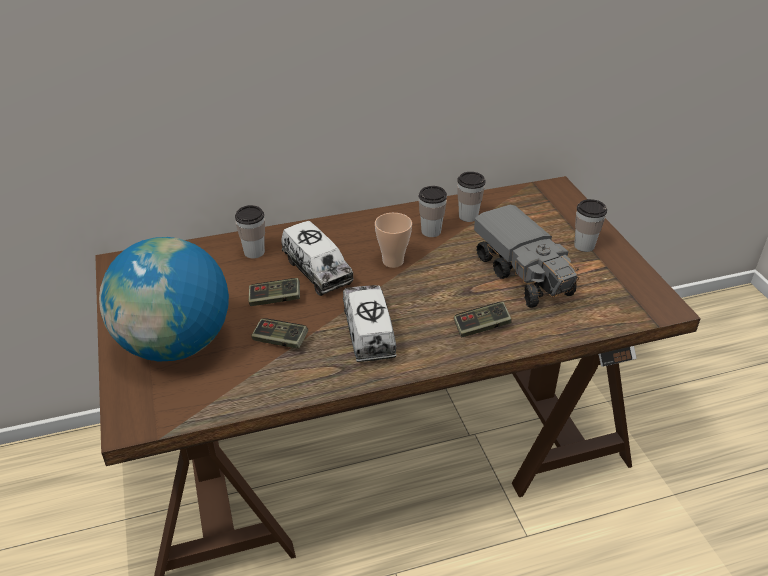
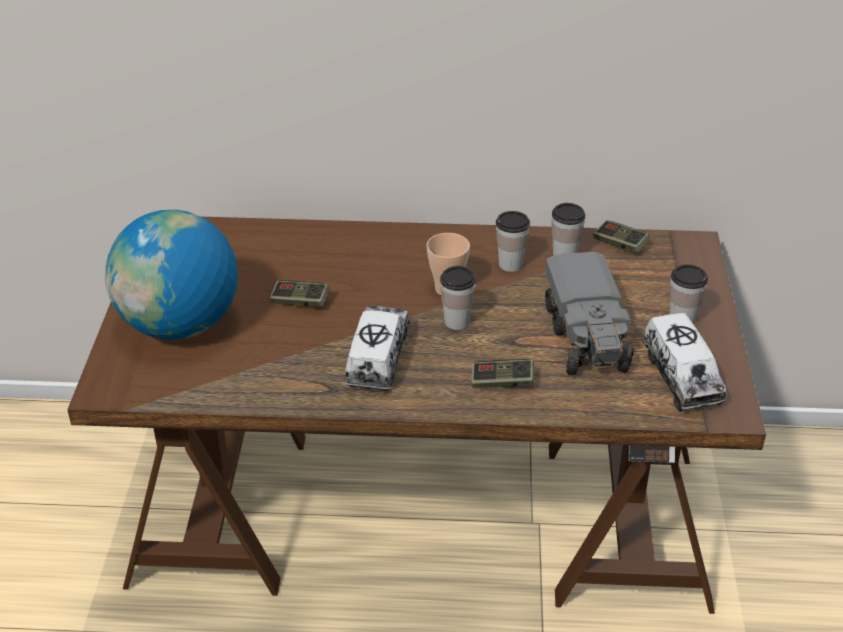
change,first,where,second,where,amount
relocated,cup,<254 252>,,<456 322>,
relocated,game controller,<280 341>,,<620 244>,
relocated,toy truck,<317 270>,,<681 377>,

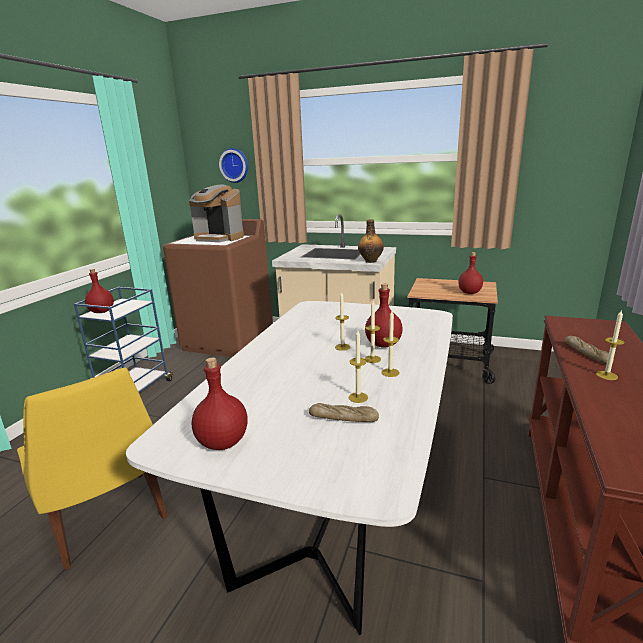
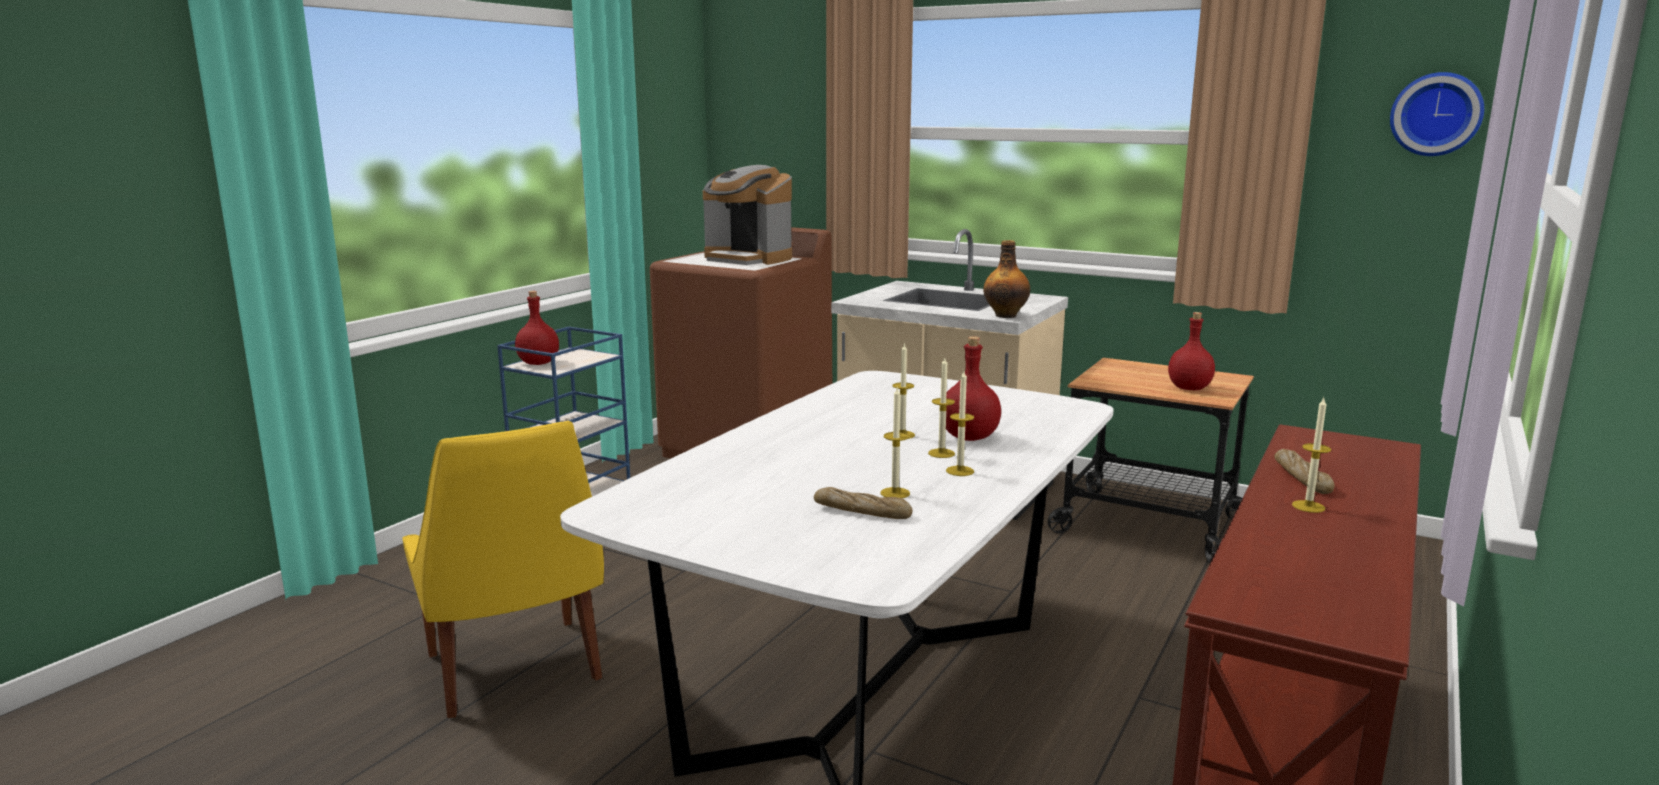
change,first,where,second,where,amount
missing,bottle/red,<222 442>,,,
relocated,wall clock,<235 165>,,<1436 114>,

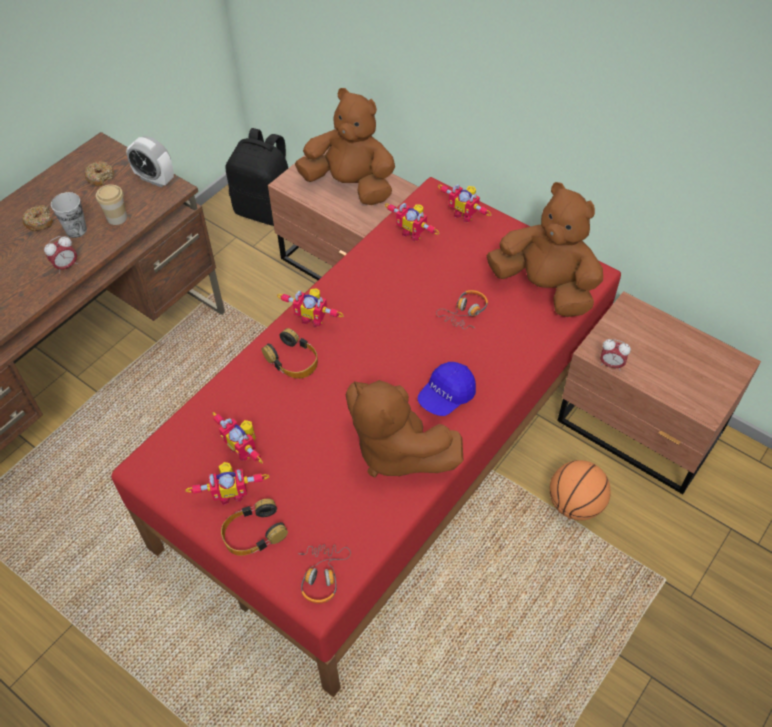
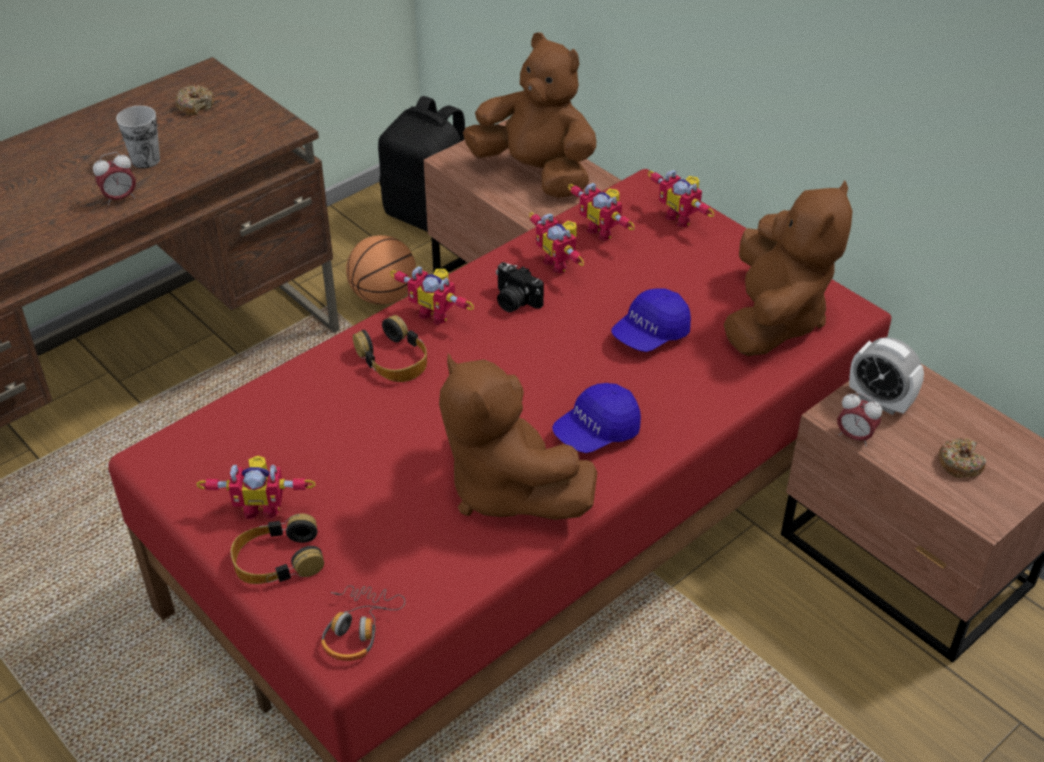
change,first,where,second,where,amount
missing,cup,<117 218>,,,
appeared,,,photo camera,<514 301>,
relocated,donut,<39 222>,,<960 463>,
relocated,alarm clock,<155 179>,,<879 400>,
relocated,toy robot,<244 449>,,<560 263>,
relocated,basketball,<575 504>,,<383 296>,
exchanged,headphones,<465 313>,cap/blue,<650 334>,
spun,plush toy/brown,<545 288>,,<774 319>,60 degrees clockwise

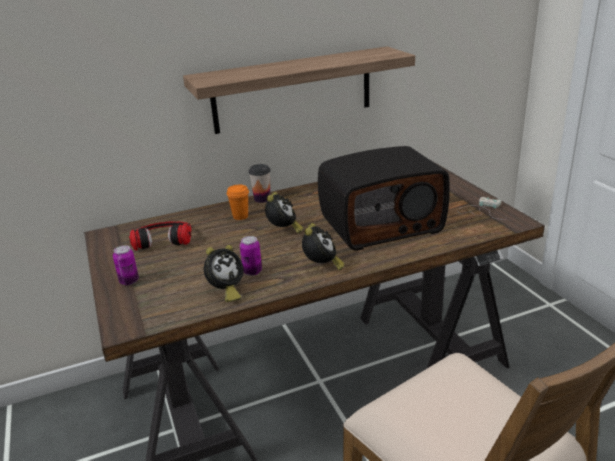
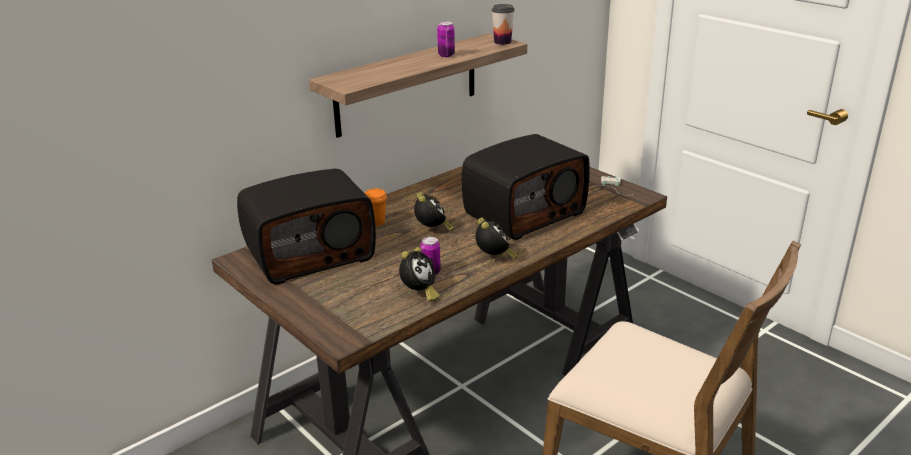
change,first,where,second,where,amount
relocated,can,<129 281>,,<446 55>,
relocated,cup,<262 199>,,<502 42>,
exchanged,headphones,<163 238>,radio,<310 254>,

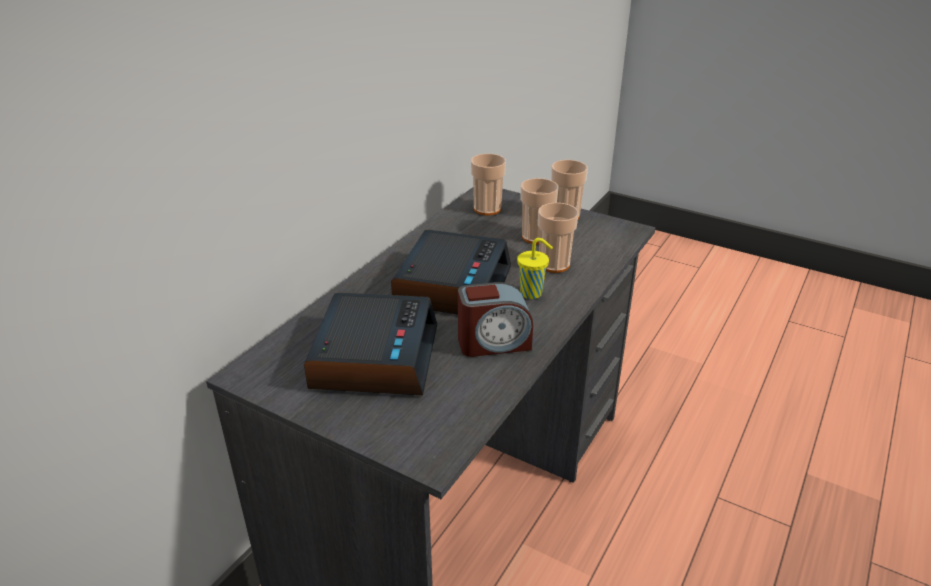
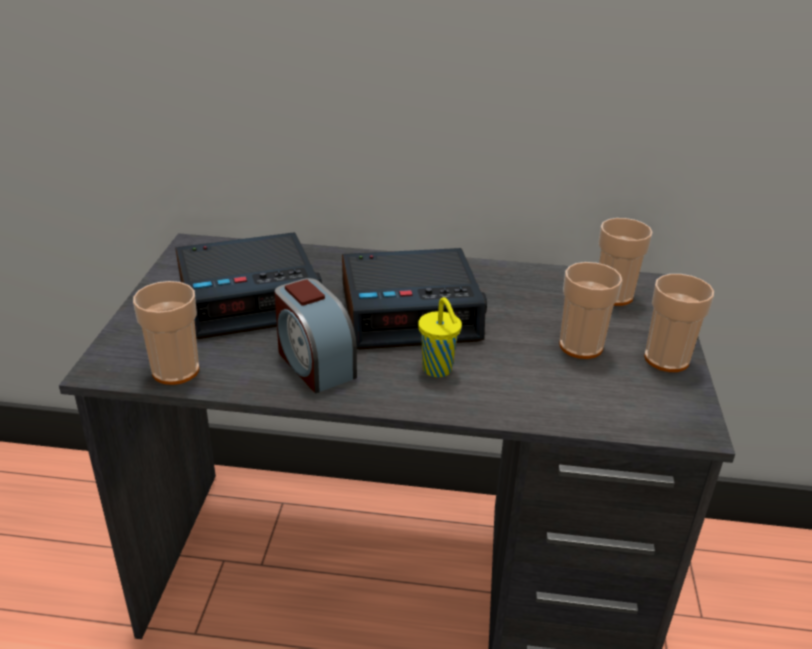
change,first,where,second,where,amount
relocated,cup,<554 264>,,<176 371>,

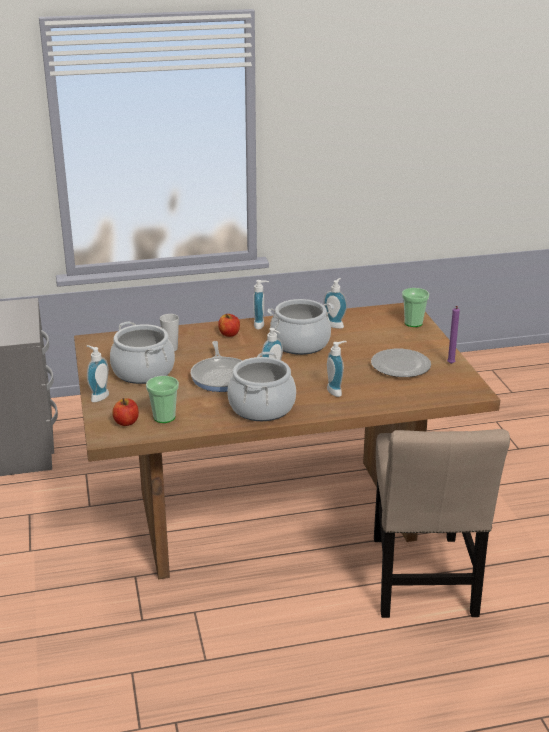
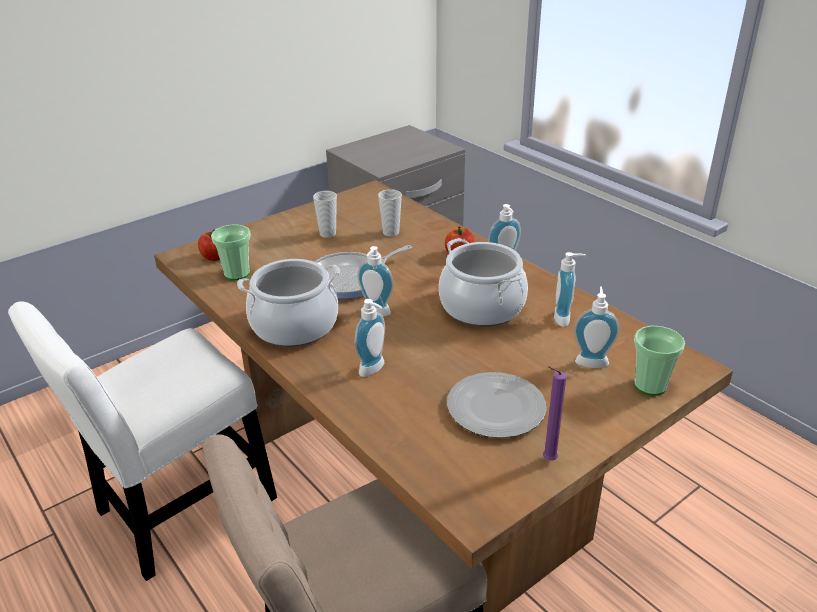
change,first,where,second,where,amount
appeared,,,chair/white,<179 511>,
relocated,soap dispenser,<98 396>,,<591 360>,
exchanged,cooking pot,<143 371>,cup,<328 234>,

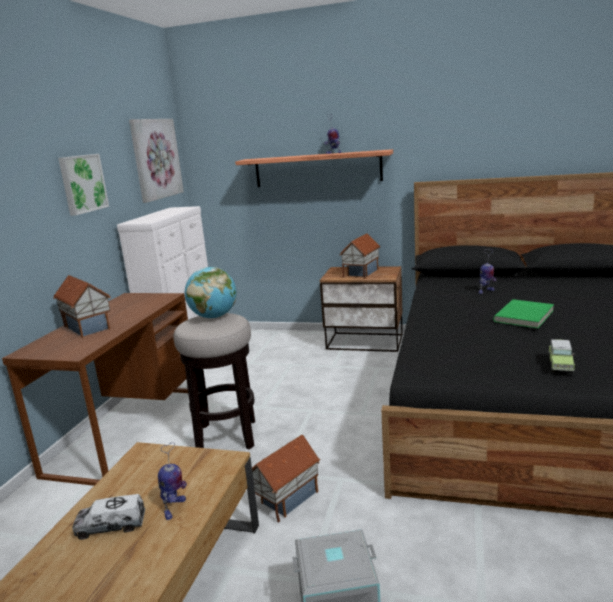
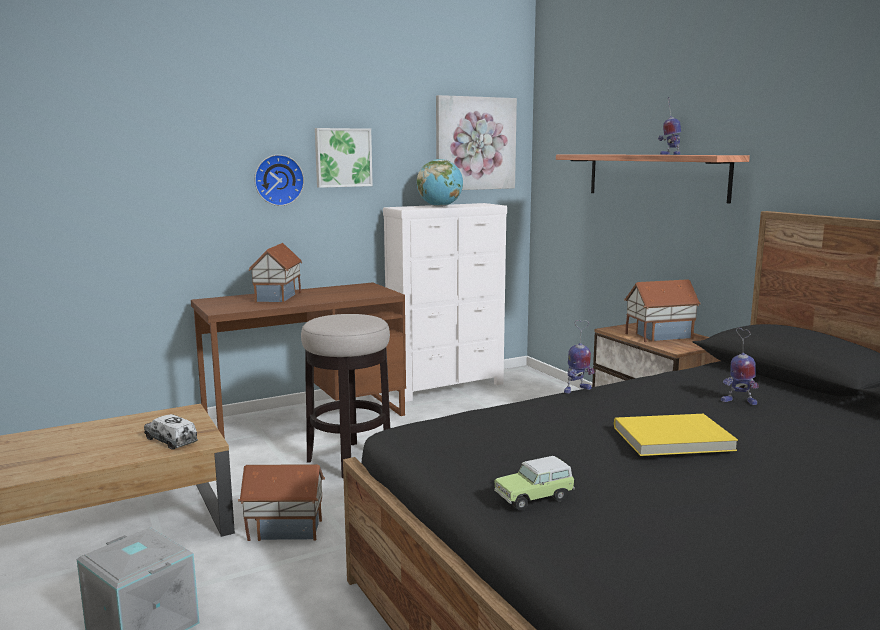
change,first,where,second,where,amount
appeared,,,wall clock,<278 180>,
relocated,toy truck,<111 526>,,<171 440>,
relocated,toy robot,<174 508>,,<576 390>,
relocated,globe,<214 317>,,<440 206>,
colour,book/green,<525 316>,book/yellow,<673 439>,

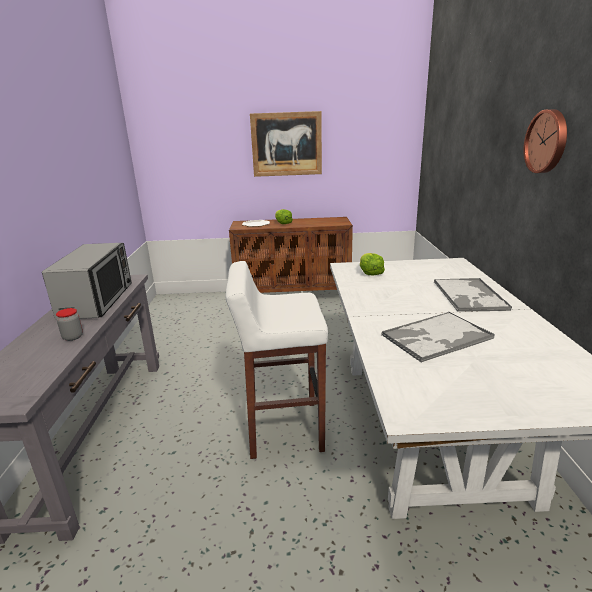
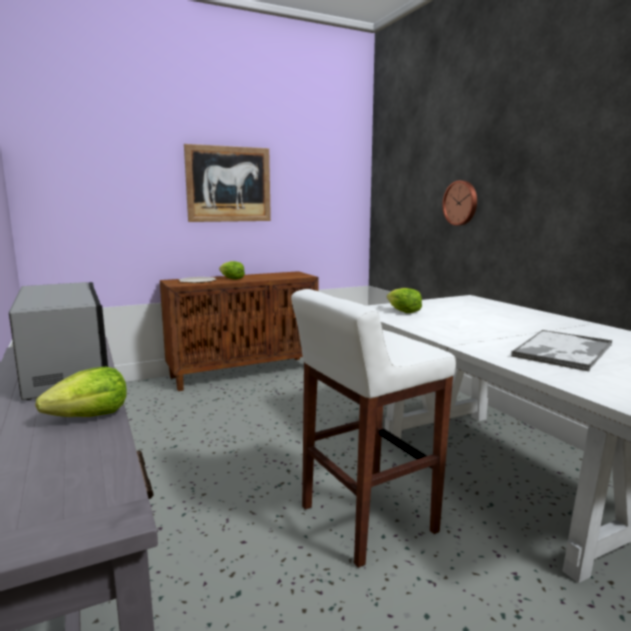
change,first,where,second,where,amount
missing,tray,<469 296>,,,
relocated,wall clock,<547 141>,,<461 203>,
exchanged,jar,<73 337>,lettuce,<90 416>,

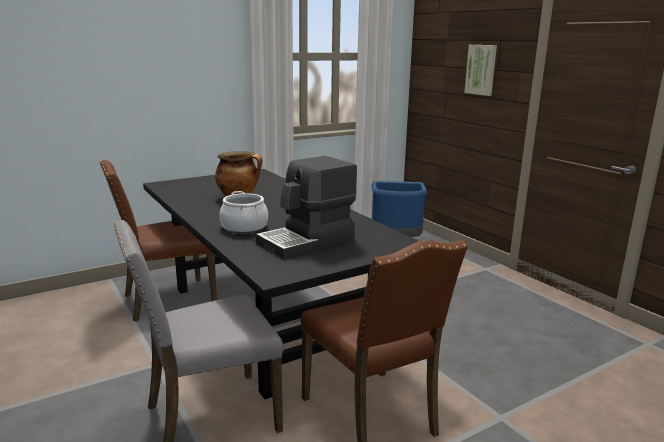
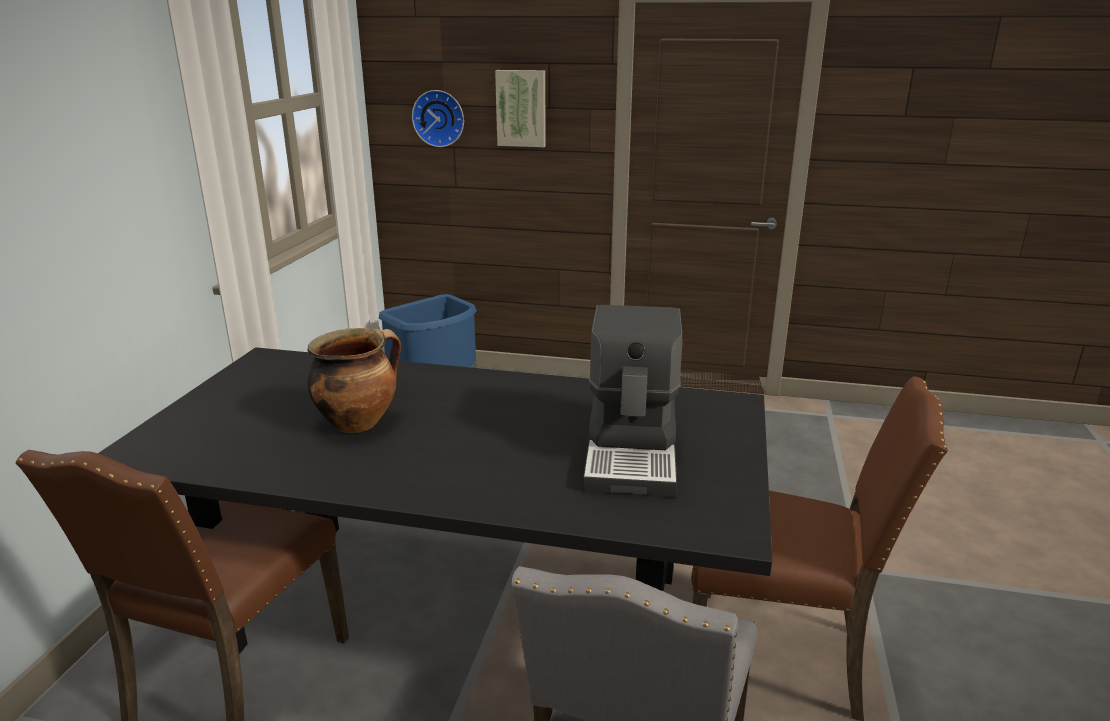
change,first,where,second,where,amount
missing,cooking pot,<244 227>,,,
appeared,,,wall clock,<439 118>,

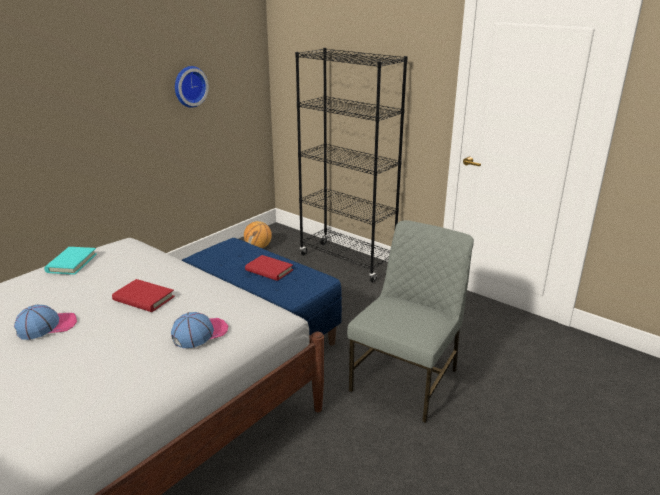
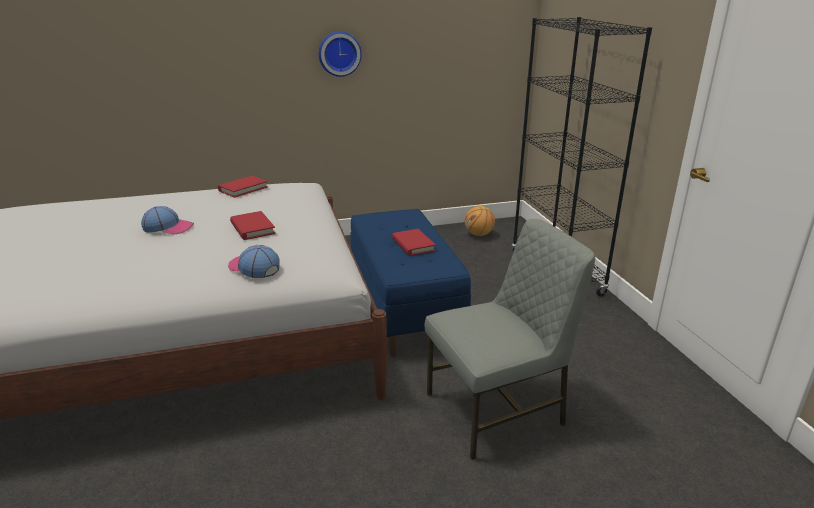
change,first,where,second,where,amount
relocated,wall clock,<189 86>,,<339 53>,
colour,book/turquoise,<71 263>,book/red,<243 189>,
spun,cap,<200 333>,,<254 267>,135 degrees counterclockwise

